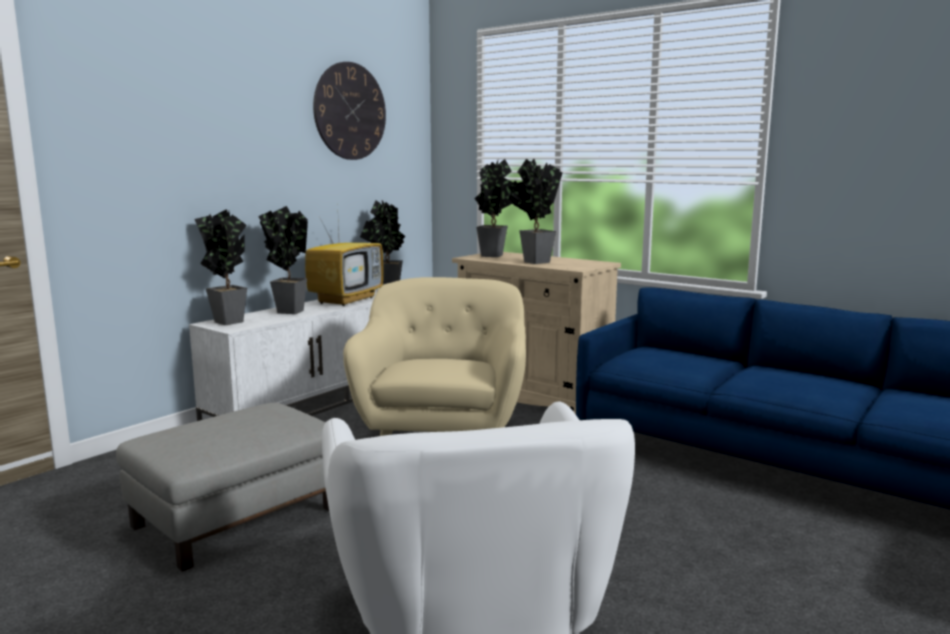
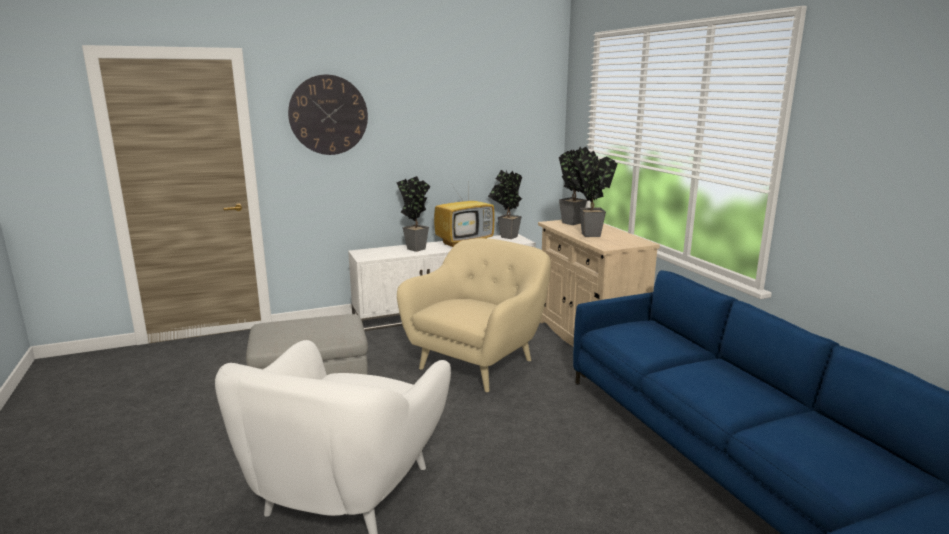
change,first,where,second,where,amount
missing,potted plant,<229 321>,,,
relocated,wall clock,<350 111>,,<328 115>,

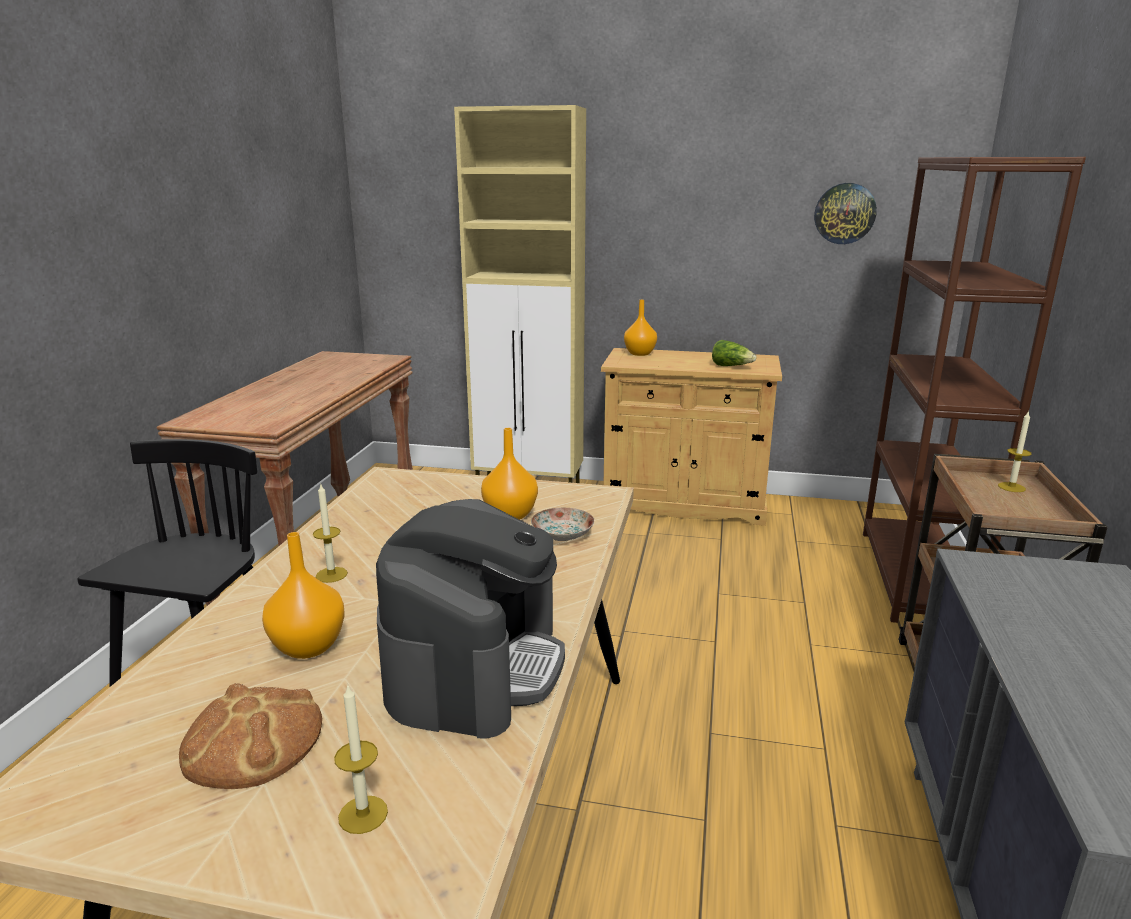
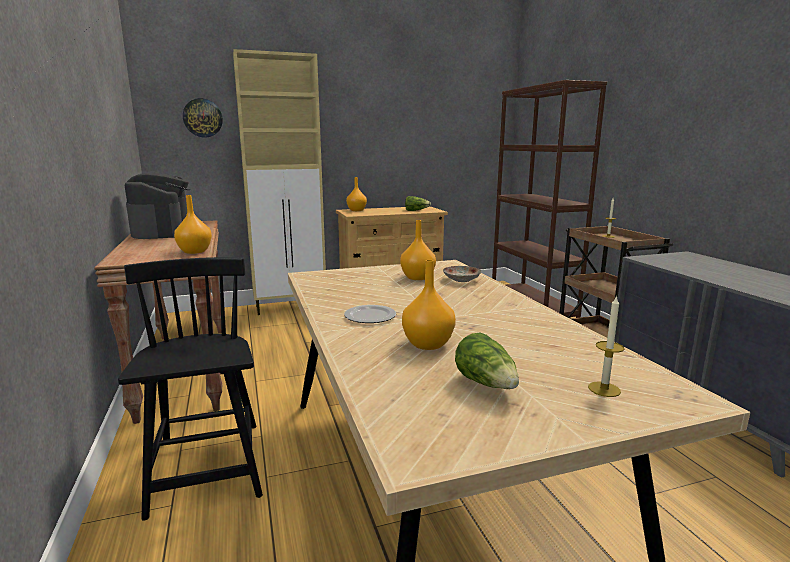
change,first,where,second,where,amount
appeared,,,vase/orange,<194 251>,
relocated,coffee machine,<475 666>,,<163 232>,
relocated,wall clock,<844 213>,,<203 118>,
exchanged,bread,<252 740>,lettuce,<487 384>,
exchanged,candle,<331 575>,plate,<371 316>,

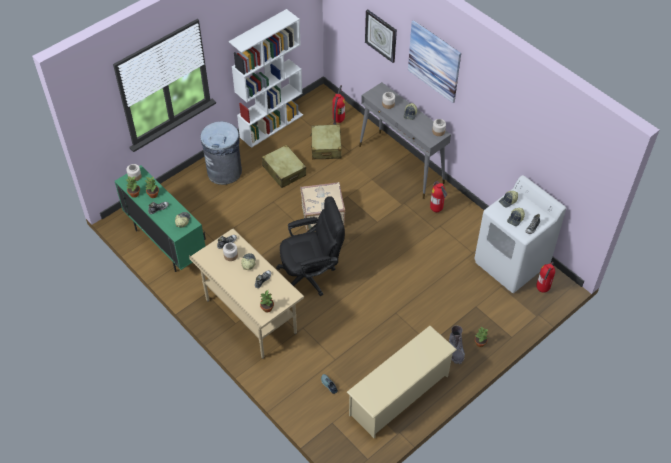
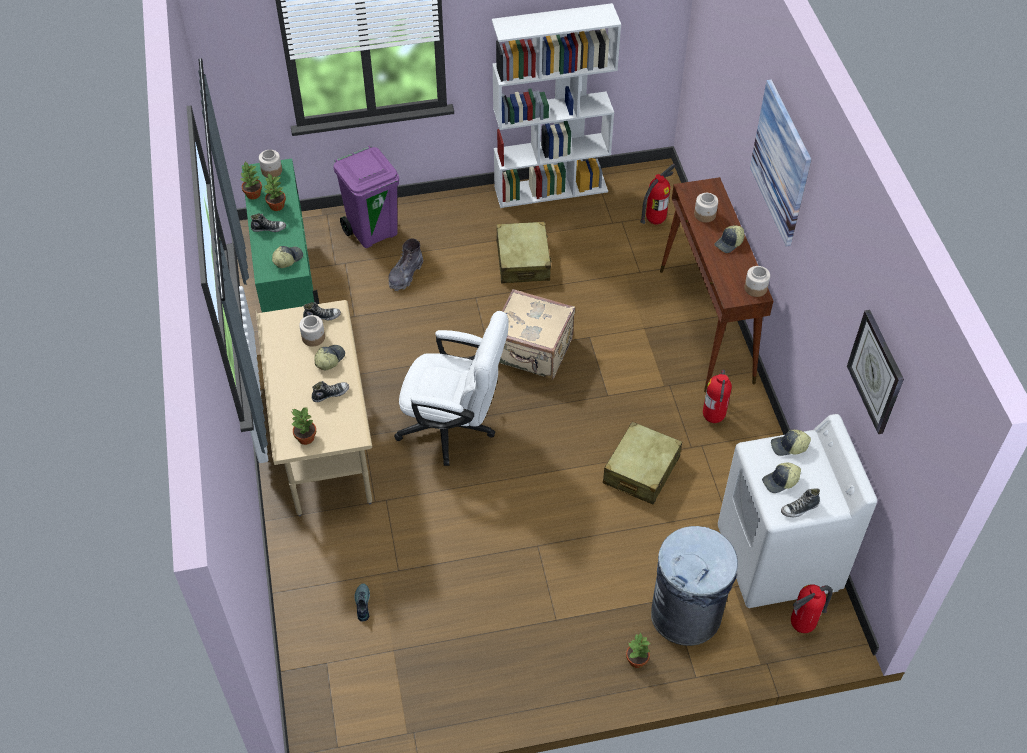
change,first,where,second,where,amount
missing,shoe rack/beige,<399 395>,,,
appeared,,,trash can/purple,<373 231>,
relocated,trash can/grey,<224 171>,,<686 614>,
relocated,suitcase/beige,<326 147>,,<641 470>,
relocated,wall clock,<381 35>,,<876 372>,
relocated,boot/grey,<455 350>,,<405 275>,
colour,office chair/black,<311 274>,office chair/white,<454 428>,
colour,console table/grey,<401 164>,console table/brown,<706 326>,

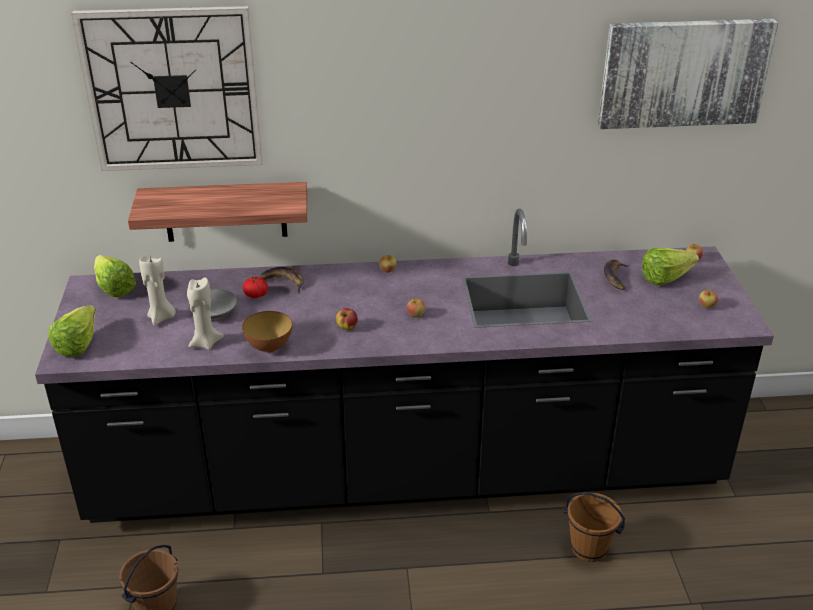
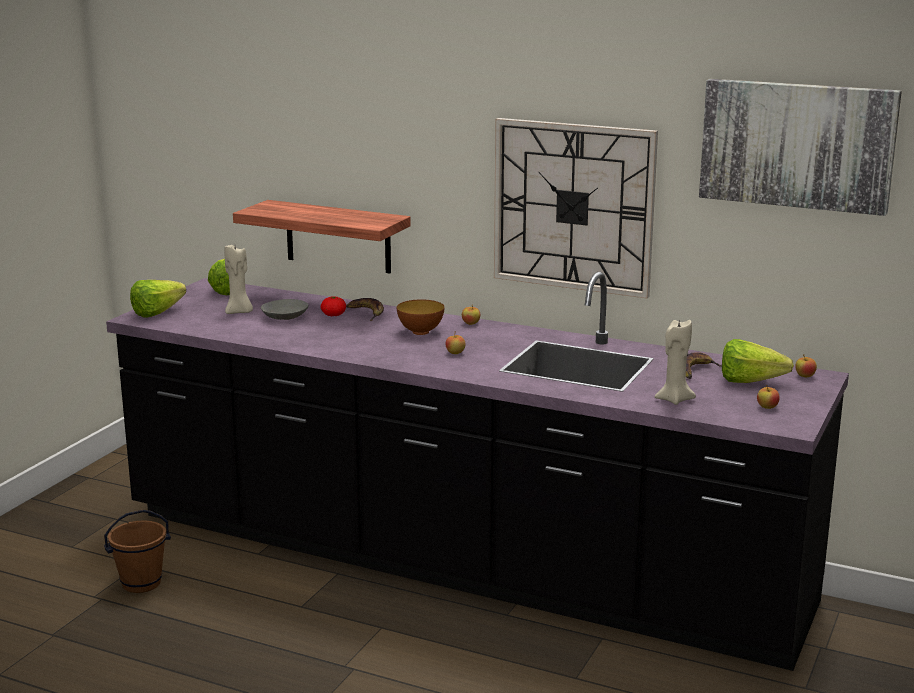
change,first,where,second,where,amount
missing,apple,<346 328>,,,
missing,bucket/brown,<589 548>,,,
relocated,wall clock,<172 90>,,<573 206>,
relocated,candle/beige,<205 343>,,<674 399>,
relocated,bowl,<269 347>,,<420 332>,

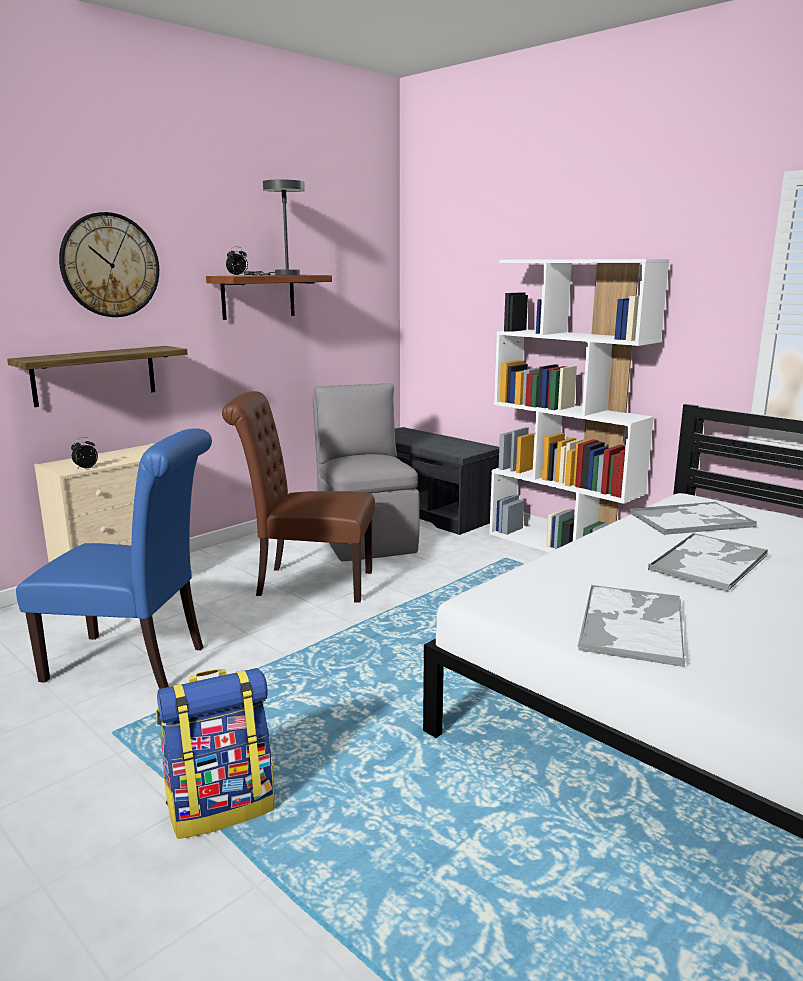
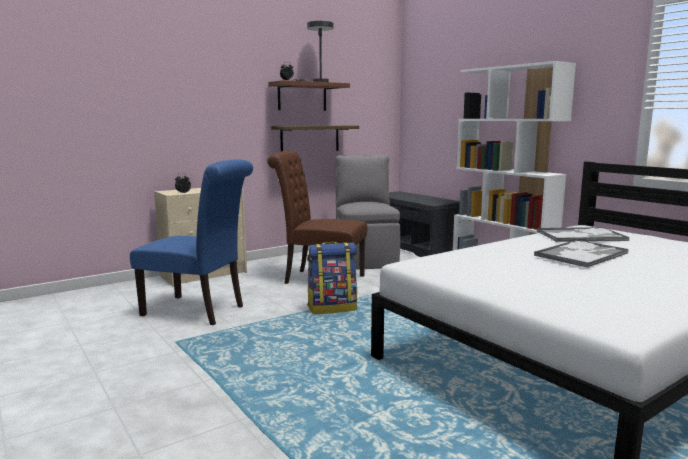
change,first,where,second,where,amount
missing,wall clock,<110 265>,,,
missing,tray,<632 624>,,,
relocated,shelf,<94 375>,,<310 138>,
relocated,backpack,<222 806>,,<332 308>,

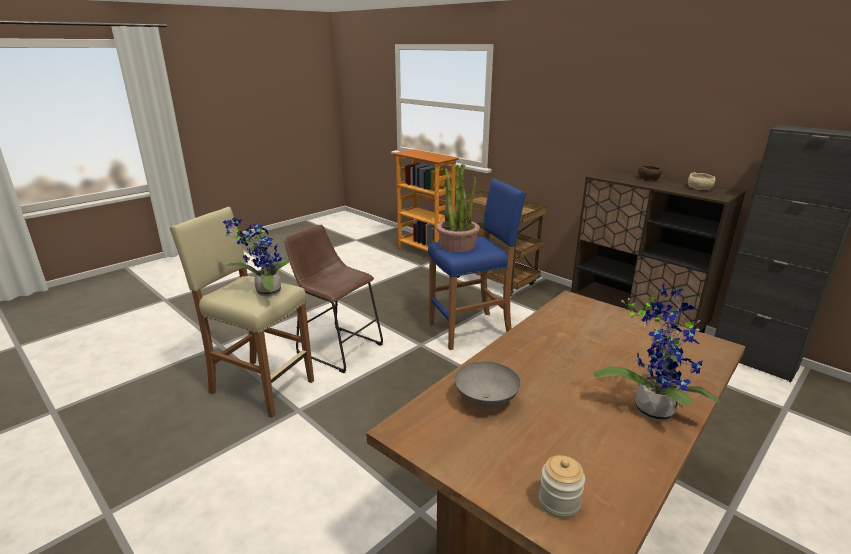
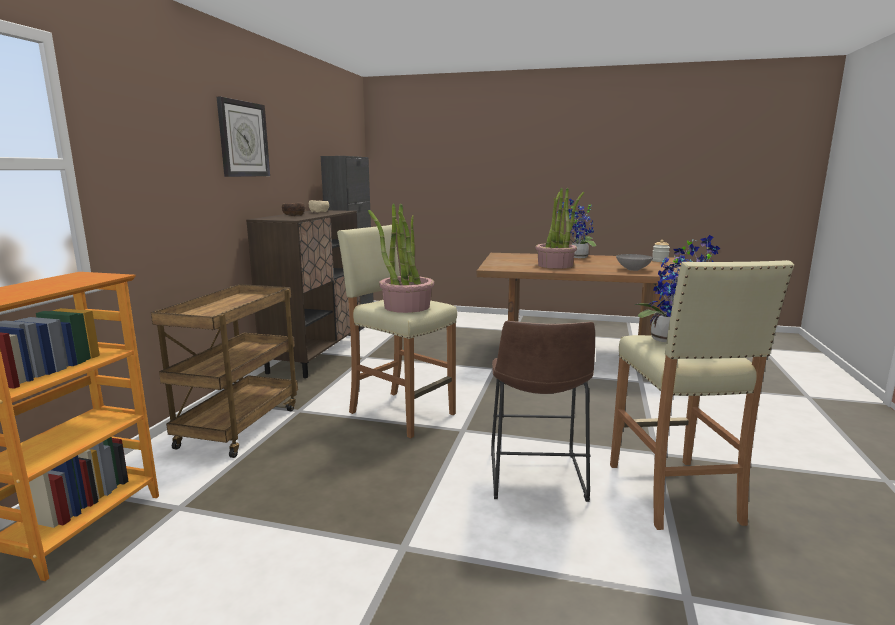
change,first,where,second,where,amount
appeared,,,wall clock,<243 139>,
appeared,,,potted plant,<555 265>,
colour,stool/blue,<471 330>,stool/beige,<401 413>,

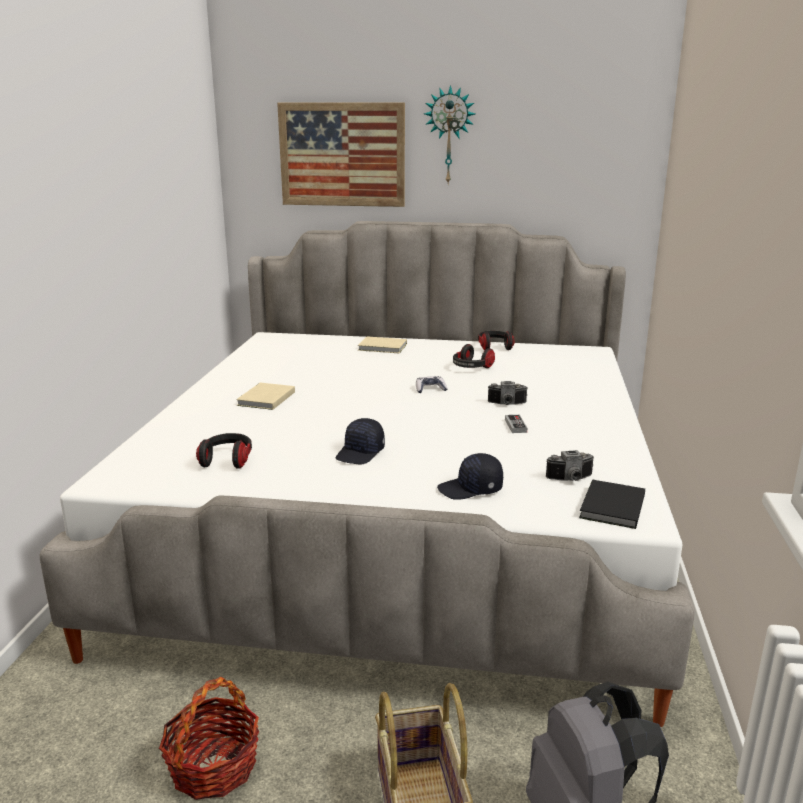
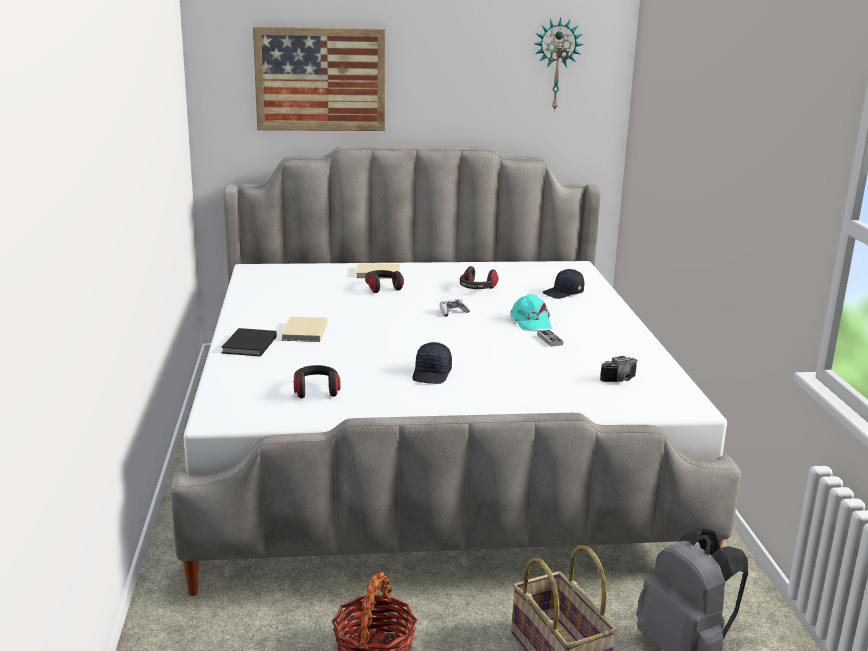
change,first,where,second,where,amount
relocated,wall clock,<449 136>,,<556 64>,
relocated,cap/black,<471 489>,,<563 293>,
relocated,headphones,<494 347>,,<382 288>,
relocated,book/black,<611 507>,,<248 345>,
exchanged,photo camera,<507 404>,cap/turquoise,<530 321>,

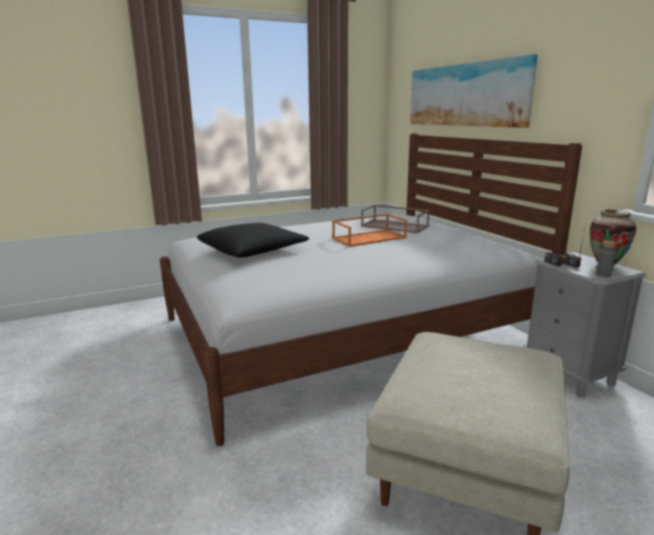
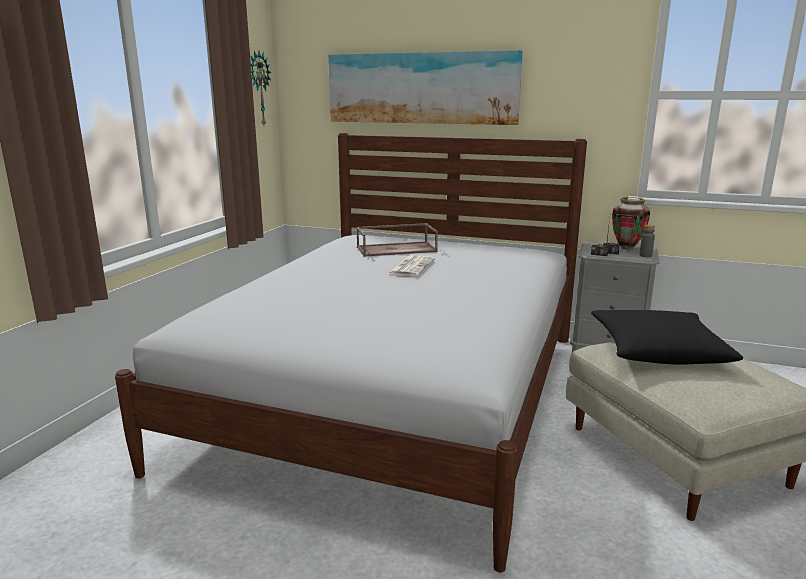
change,first,where,second,where,amount
appeared,,,wall clock,<258 89>,
relocated,pillow/black,<253 250>,,<657 349>,
exchanged,tray/orange,<369 238>,newspaper,<411 267>,

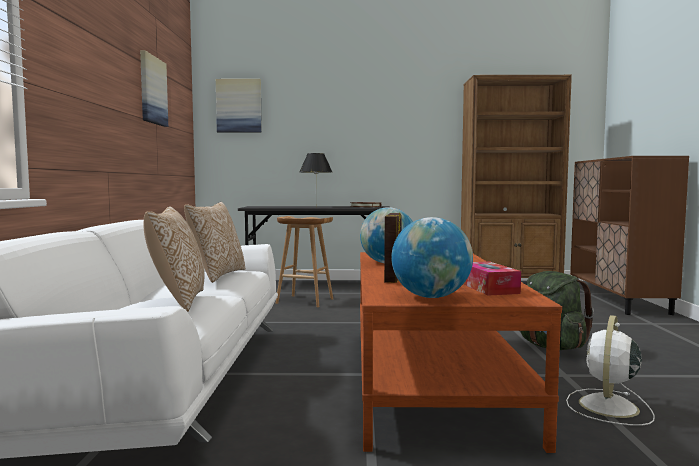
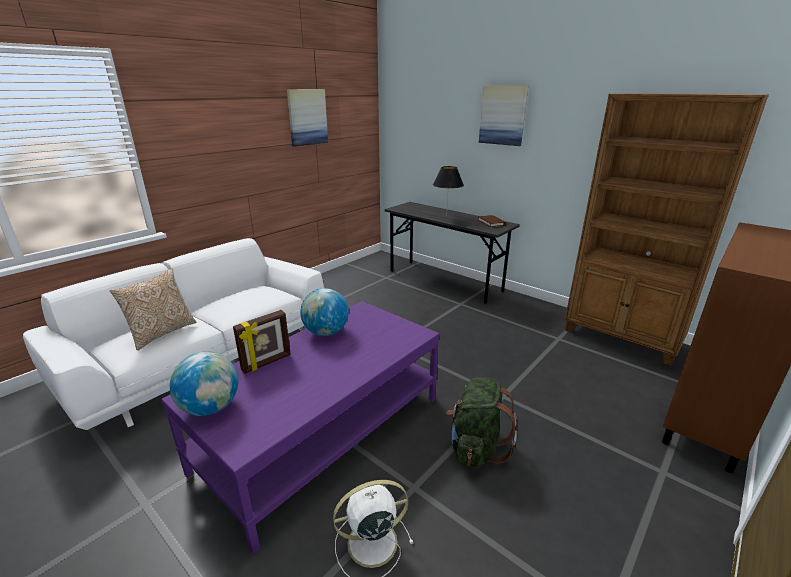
change,first,where,second,where,amount
missing,pillow,<217 275>,,,
missing,stool/brown,<304 301>,,,
missing,tissue box,<488 288>,,,
relocated,picture,<239 106>,,<503 115>,
colour,coffee table/brown,<430 378>,coffee table/purple,<324 432>,

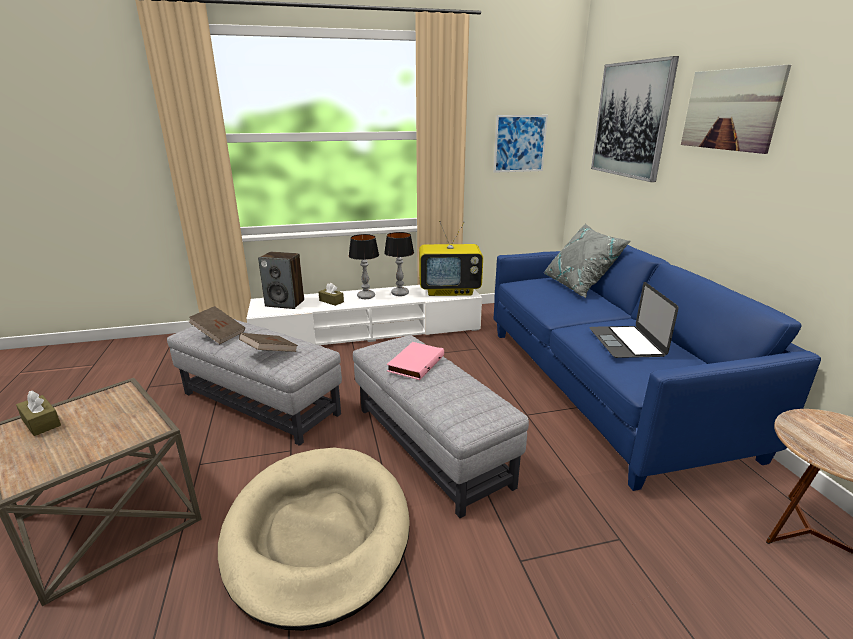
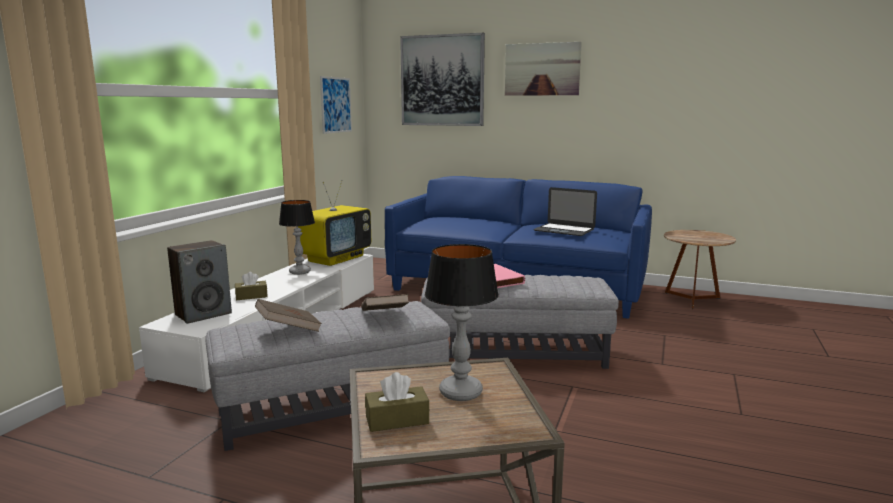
change,first,where,second,where,amount
missing,dog bed/beige,<318 534>,,,
missing,pillow/grey,<579 286>,,,
relocated,table lamp,<366 296>,,<461 392>,

